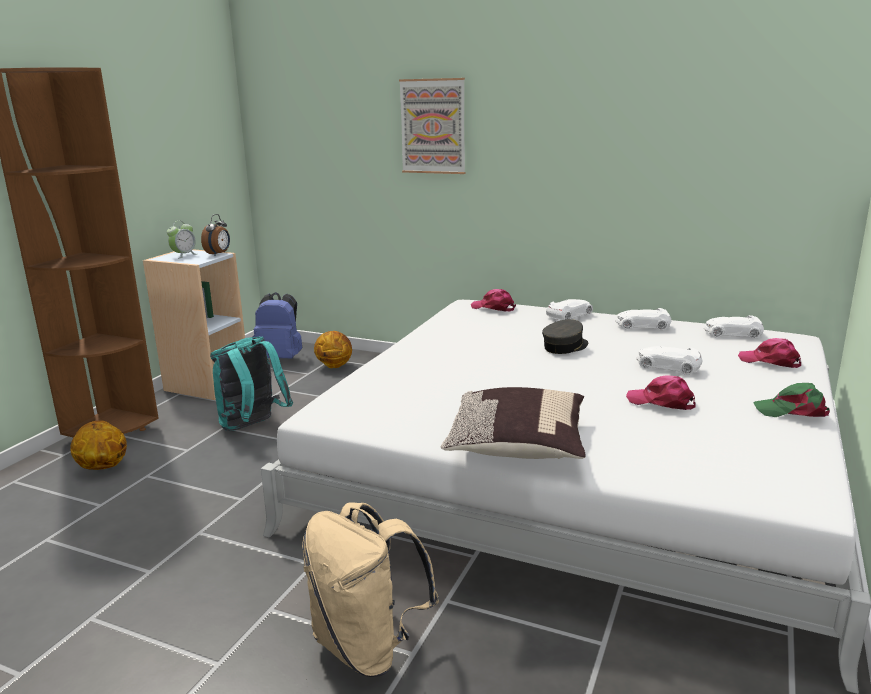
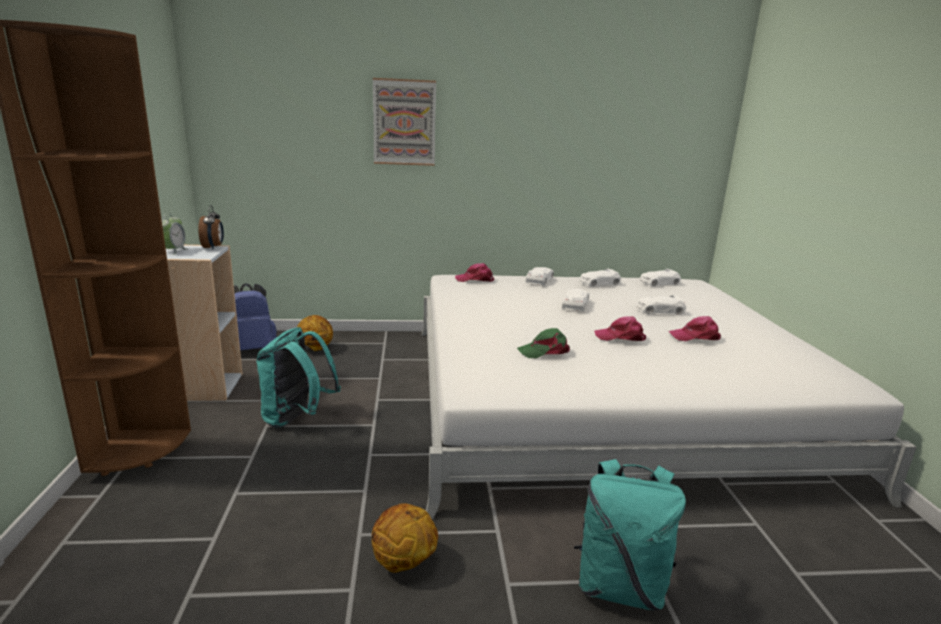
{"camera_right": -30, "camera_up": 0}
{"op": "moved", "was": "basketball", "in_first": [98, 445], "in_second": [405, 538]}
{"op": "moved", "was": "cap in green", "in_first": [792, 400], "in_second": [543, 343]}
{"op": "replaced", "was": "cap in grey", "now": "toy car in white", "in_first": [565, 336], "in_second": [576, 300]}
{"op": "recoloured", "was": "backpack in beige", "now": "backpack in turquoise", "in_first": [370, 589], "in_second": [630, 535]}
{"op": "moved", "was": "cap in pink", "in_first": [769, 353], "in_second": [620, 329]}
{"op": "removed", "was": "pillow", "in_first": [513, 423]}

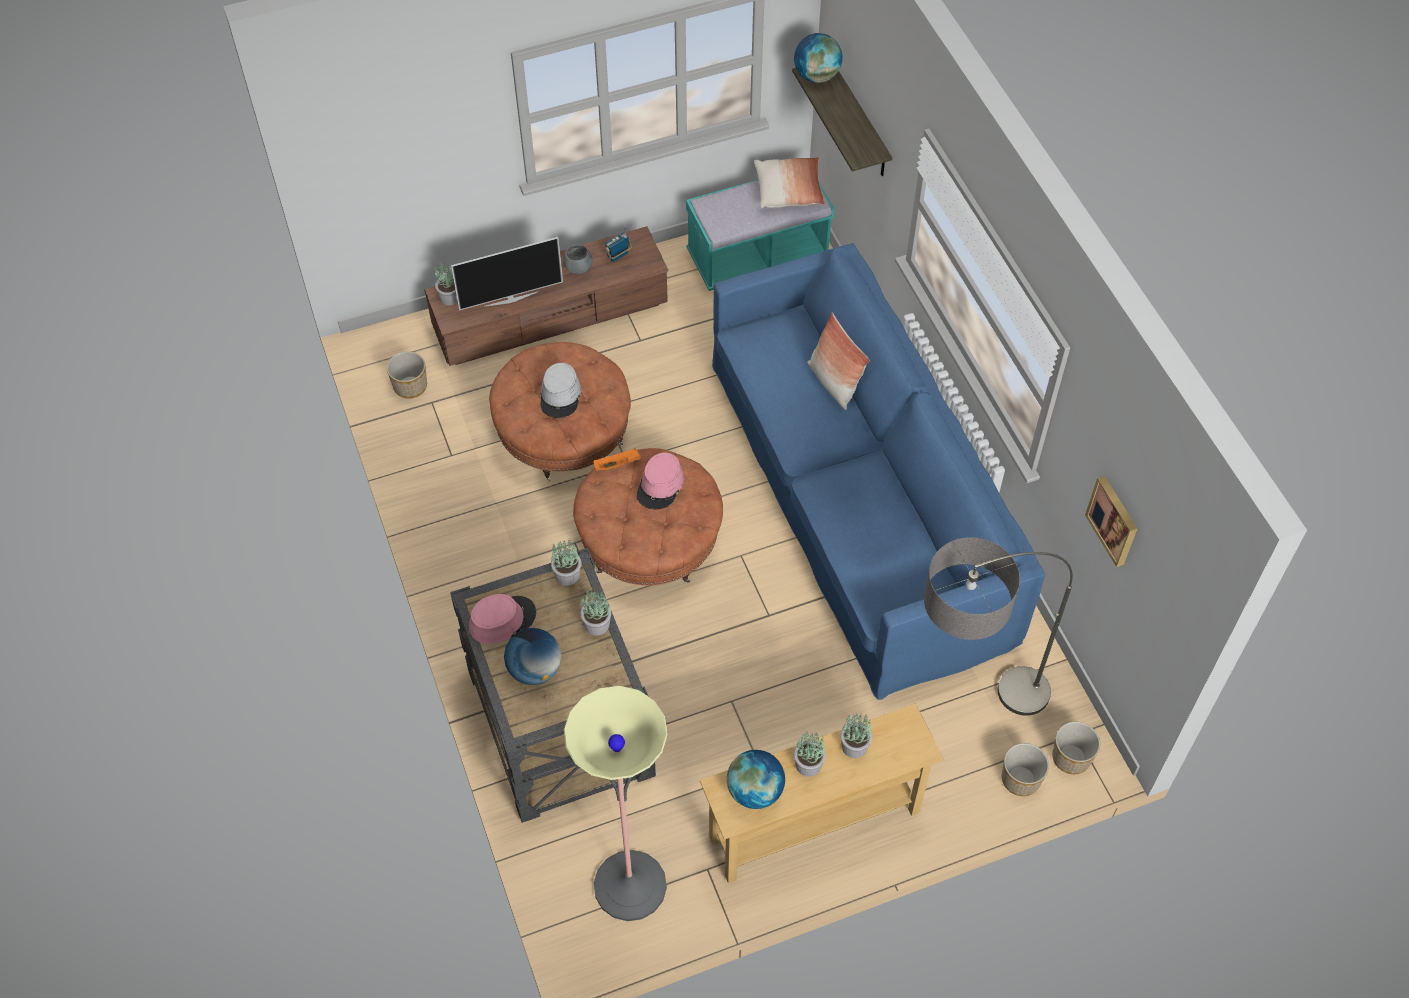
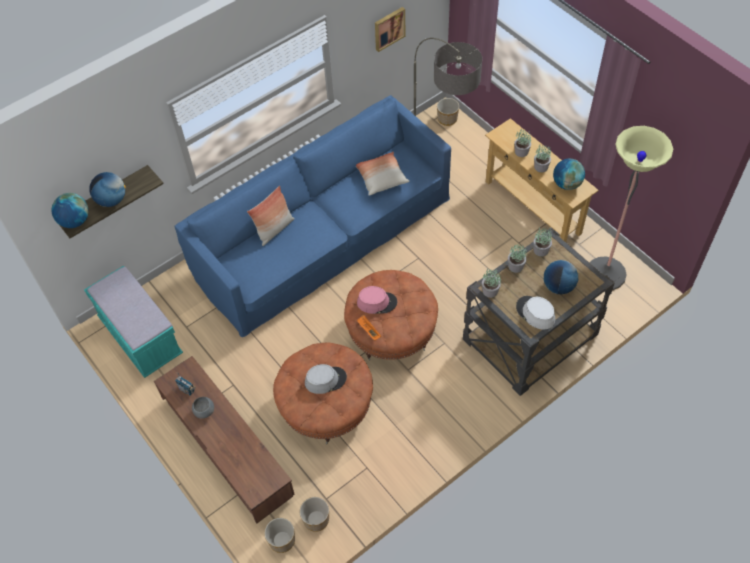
{"camera_right": -105, "camera_up": 0}
{"op": "added", "now": "globe", "in_second": [107, 189]}
{"op": "moved", "was": "planter", "in_first": [1025, 769], "in_second": [279, 535]}
{"op": "moved", "was": "pillow", "in_first": [789, 182], "in_second": [382, 174]}
{"op": "recoloured", "was": "hat in pink", "now": "hat in white", "in_first": [502, 619], "in_second": [535, 312]}
{"op": "moved", "was": "potted plant", "in_first": [446, 284], "in_second": [542, 242]}
{"op": "removed", "was": "television", "in_first": [507, 273]}

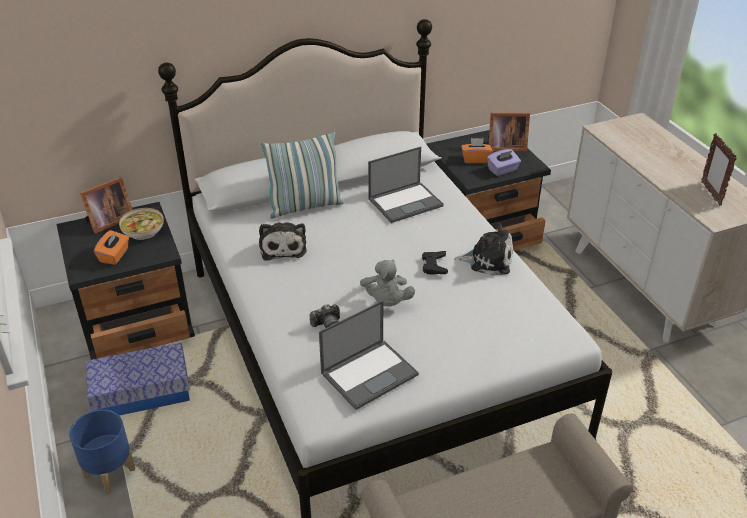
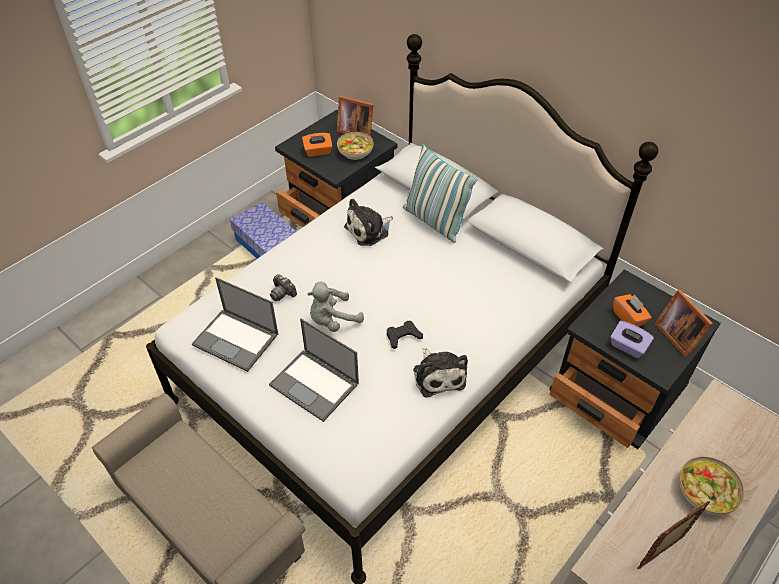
{"camera_right": 65, "camera_up": 10}
{"op": "moved", "was": "laptop", "in_first": [406, 185], "in_second": [314, 370]}
{"op": "added", "now": "bowl", "in_second": [711, 486]}
{"op": "removed", "was": "planter in blue", "in_first": [102, 451]}

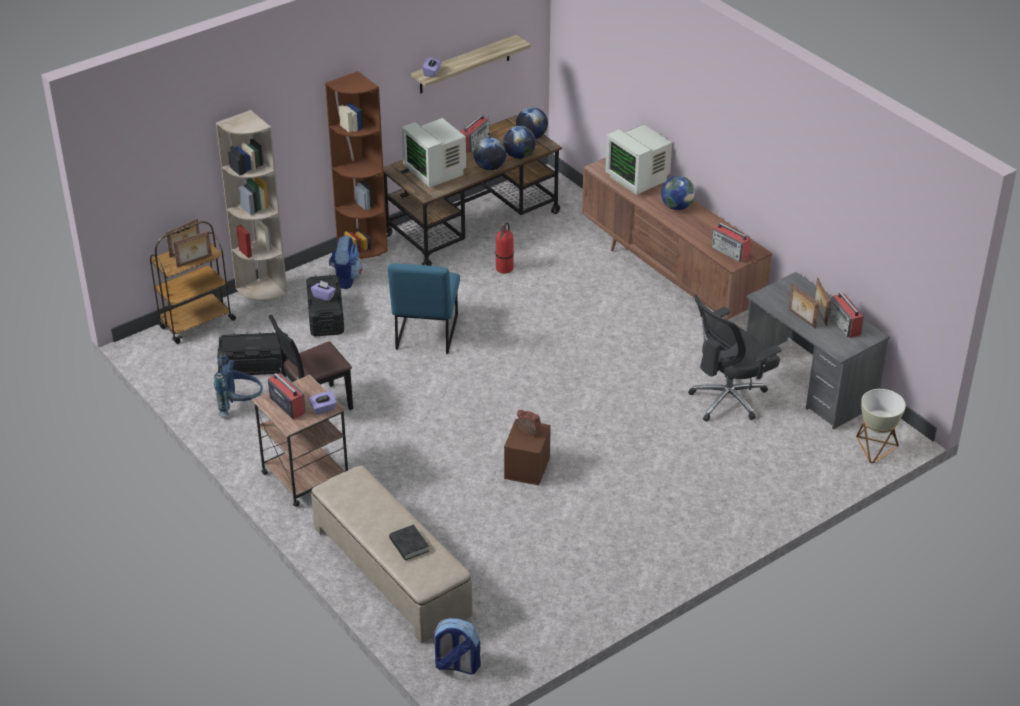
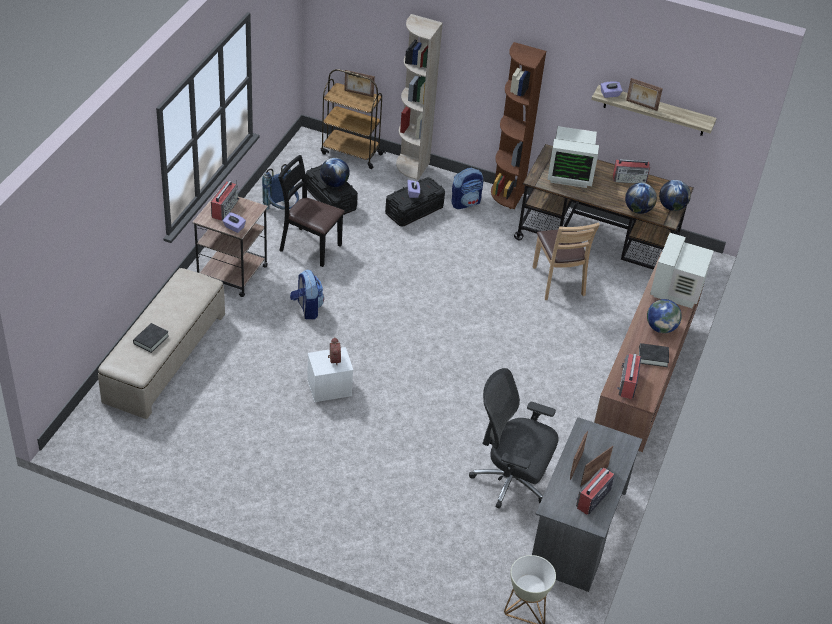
{"camera_right": 55, "camera_up": 5}
{"op": "moved", "was": "backpack", "in_first": [457, 646], "in_second": [307, 294]}
{"op": "recoloured", "was": "storage box in brown", "now": "storage box in white", "in_first": [527, 452], "in_second": [330, 374]}
{"op": "moved", "was": "globe", "in_first": [490, 153], "in_second": [335, 172]}
{"op": "replaced", "was": "fire extinguisher", "now": "chair in brown", "in_first": [504, 248], "in_second": [566, 261]}
{"op": "turned", "was": "monitor", "in_first": [434, 152], "in_second": [573, 157], "clockwise": -105}
{"op": "moved", "was": "picture frame", "in_first": [192, 249], "in_second": [644, 94]}
{"op": "added", "now": "book in black", "in_second": [654, 355]}
{"op": "removed", "was": "chair in blue", "in_first": [424, 308]}

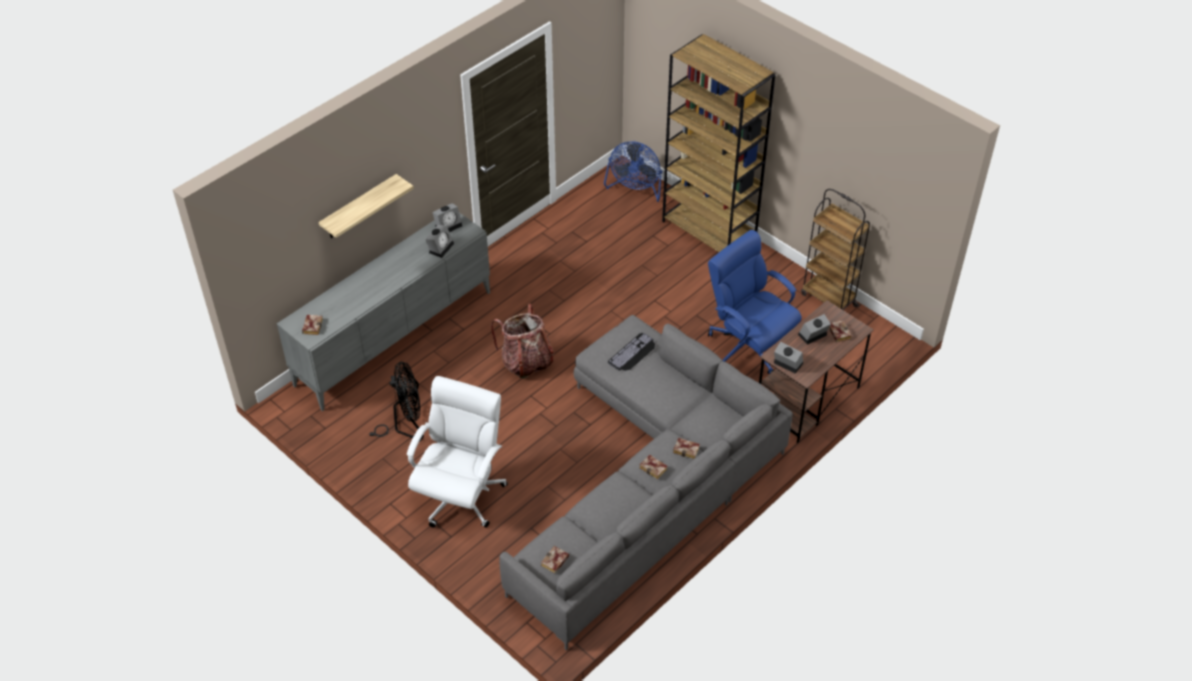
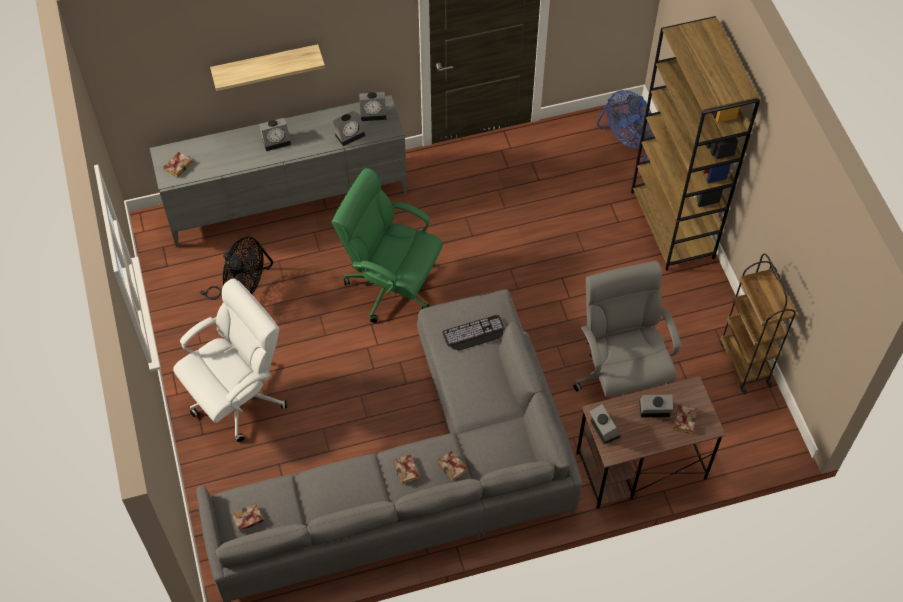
{"camera_right": 30, "camera_up": 10}
{"op": "added", "now": "alarm clock", "in_second": [275, 134]}
{"op": "replaced", "was": "backpack", "now": "office chair in green", "in_first": [522, 341], "in_second": [387, 245]}
{"op": "recoloured", "was": "office chair in blue", "now": "office chair in grey", "in_first": [755, 302], "in_second": [627, 329]}

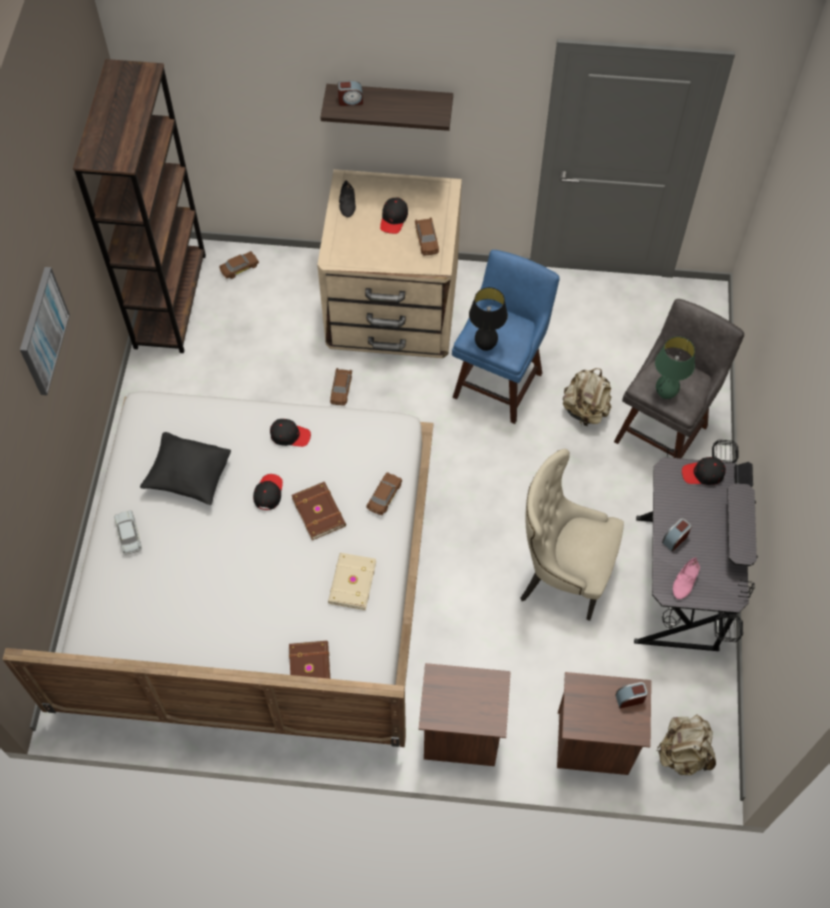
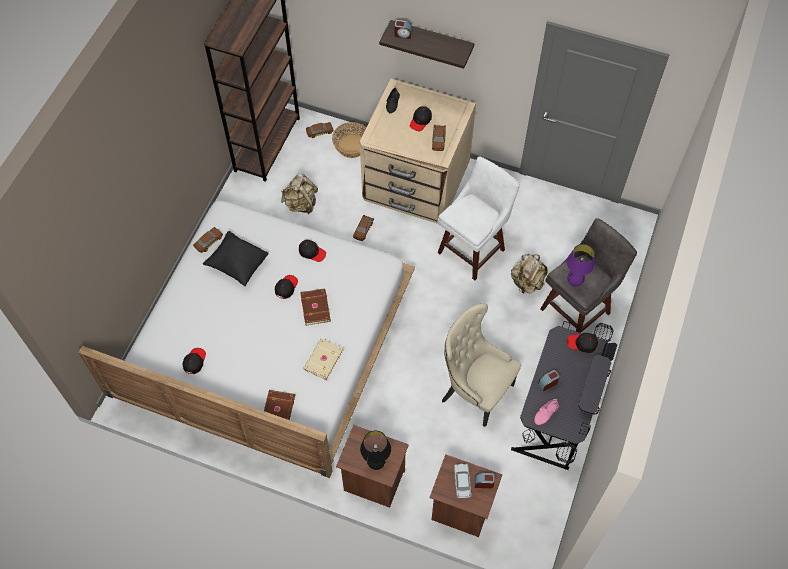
{"camera_right": 15, "camera_up": 0}
{"op": "added", "now": "cap in black", "in_second": [194, 361]}
{"op": "moved", "was": "toy car in brown", "in_first": [384, 494], "in_second": [208, 240]}
{"op": "moved", "was": "backpack in beige", "in_first": [686, 744], "in_second": [299, 194]}
{"op": "added", "now": "basket", "in_second": [349, 140]}
{"op": "moved", "was": "table lamp in black", "in_first": [488, 319], "in_second": [375, 450]}
{"op": "recoloured", "was": "stool in blue", "now": "stool in white", "in_first": [506, 337], "in_second": [478, 218]}
{"op": "moved", "was": "toy car in white", "in_first": [128, 532], "in_second": [462, 481]}
{"op": "recoloured", "was": "table lamp in green", "now": "table lamp in purple", "in_first": [675, 367], "in_second": [581, 265]}
{"op": "removed", "was": "picture", "in_first": [45, 331]}

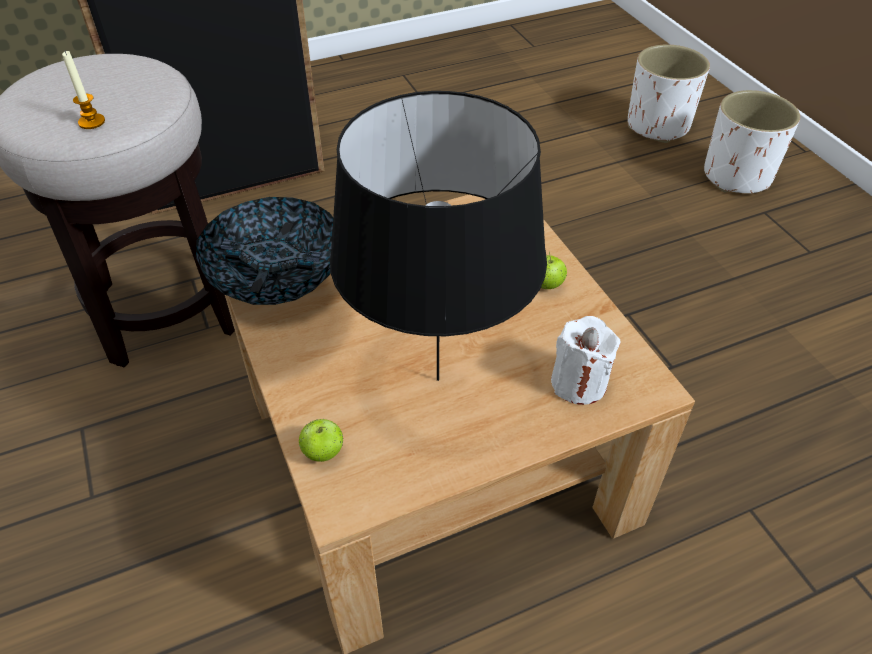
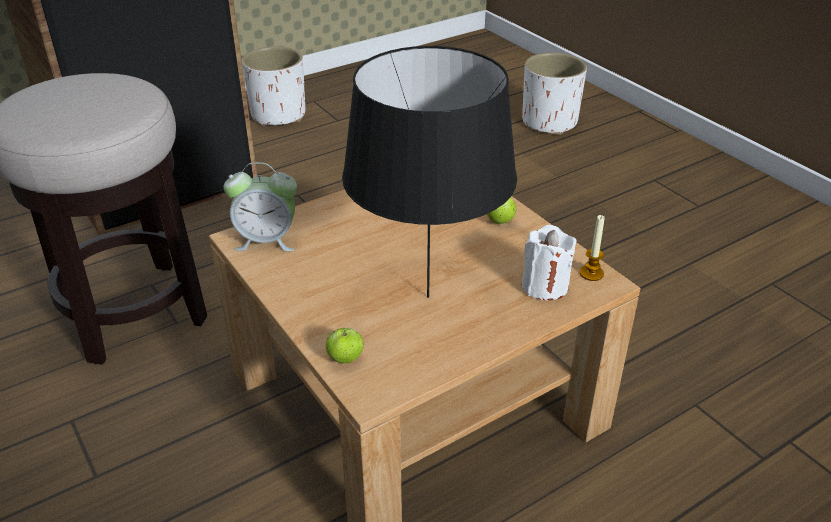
{"camera_right": -10, "camera_up": -10}
{"op": "replaced", "was": "bowl", "now": "alarm clock", "in_first": [264, 251], "in_second": [260, 206]}
{"op": "moved", "was": "planter in white", "in_first": [752, 141], "in_second": [273, 86]}
{"op": "moved", "was": "candle", "in_first": [83, 90], "in_second": [592, 248]}

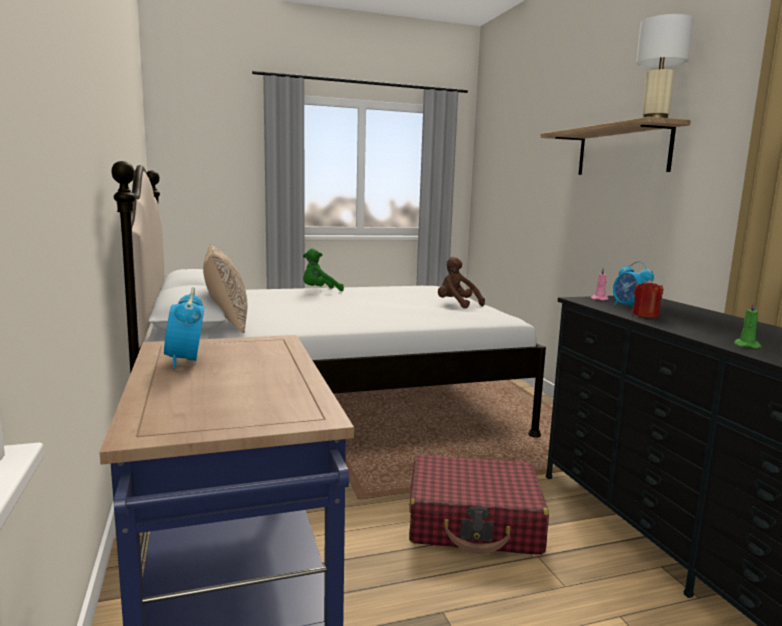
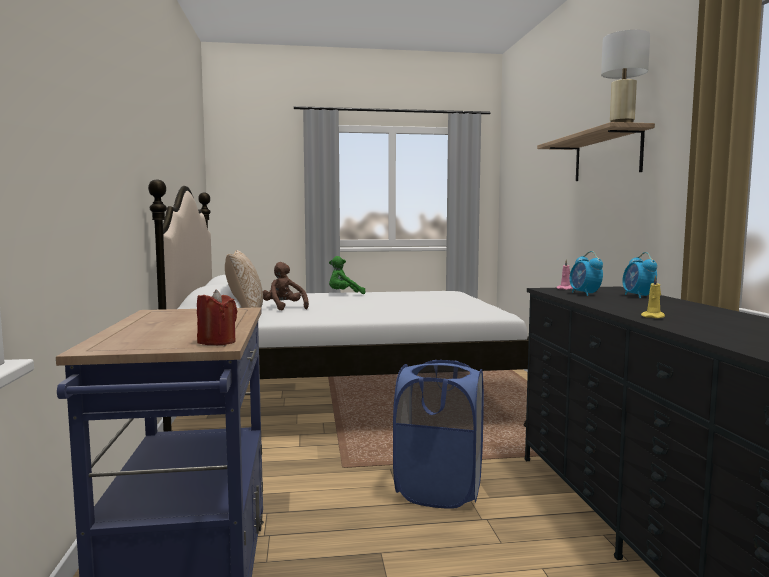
{"camera_right": 10, "camera_up": -5}
{"op": "moved", "was": "candle in red", "in_first": [648, 298], "in_second": [217, 317]}
{"op": "moved", "was": "plush toy in brown", "in_first": [461, 282], "in_second": [286, 286]}
{"op": "replaced", "was": "suitcase in red", "now": "laundry basket in blue", "in_first": [479, 505], "in_second": [438, 434]}
{"op": "moved", "was": "alarm clock", "in_first": [184, 328], "in_second": [639, 275]}
{"op": "recoloured", "was": "candle in green", "now": "candle in yellow", "in_first": [747, 325], "in_second": [653, 296]}

